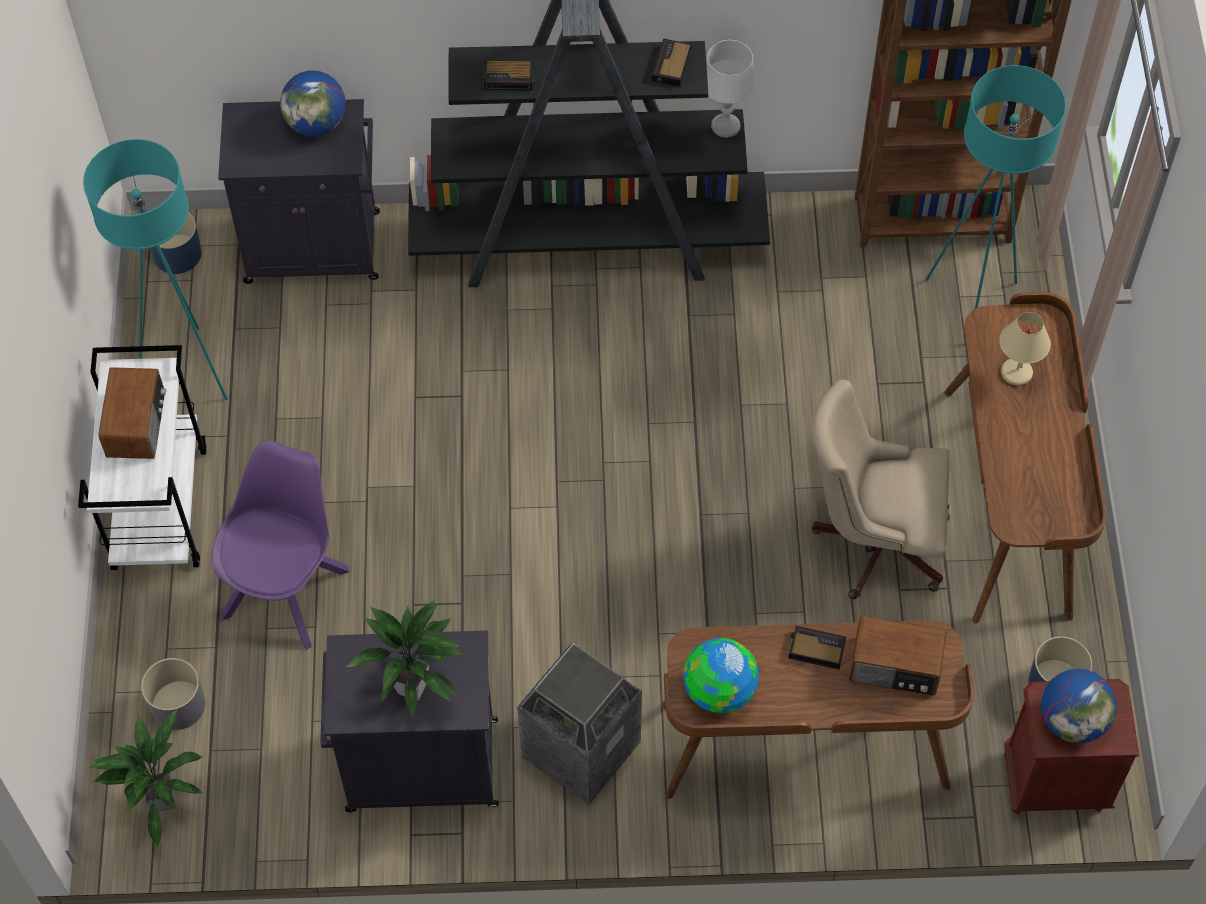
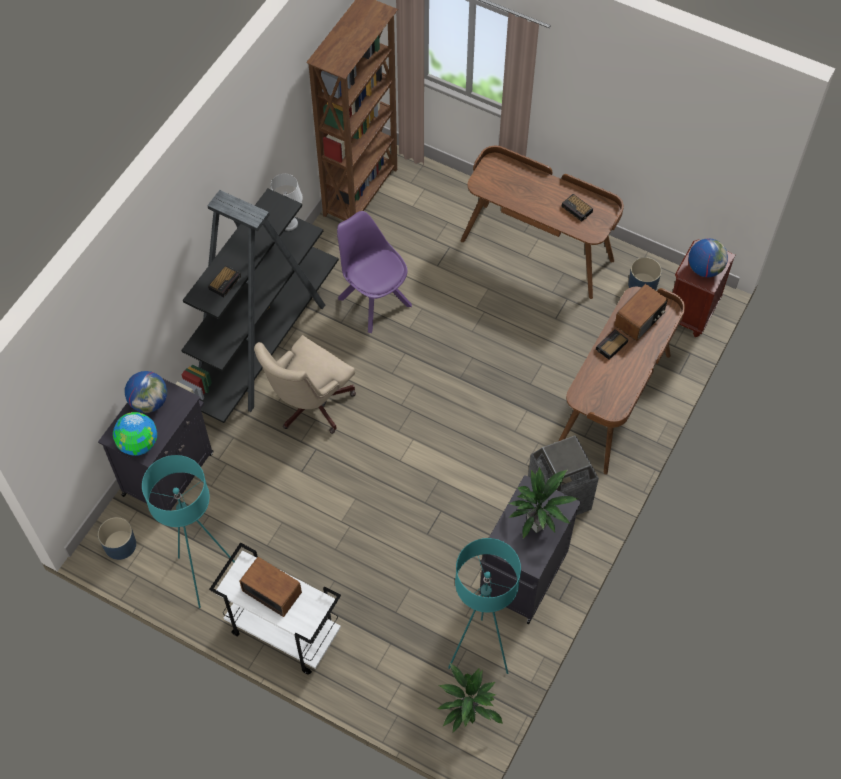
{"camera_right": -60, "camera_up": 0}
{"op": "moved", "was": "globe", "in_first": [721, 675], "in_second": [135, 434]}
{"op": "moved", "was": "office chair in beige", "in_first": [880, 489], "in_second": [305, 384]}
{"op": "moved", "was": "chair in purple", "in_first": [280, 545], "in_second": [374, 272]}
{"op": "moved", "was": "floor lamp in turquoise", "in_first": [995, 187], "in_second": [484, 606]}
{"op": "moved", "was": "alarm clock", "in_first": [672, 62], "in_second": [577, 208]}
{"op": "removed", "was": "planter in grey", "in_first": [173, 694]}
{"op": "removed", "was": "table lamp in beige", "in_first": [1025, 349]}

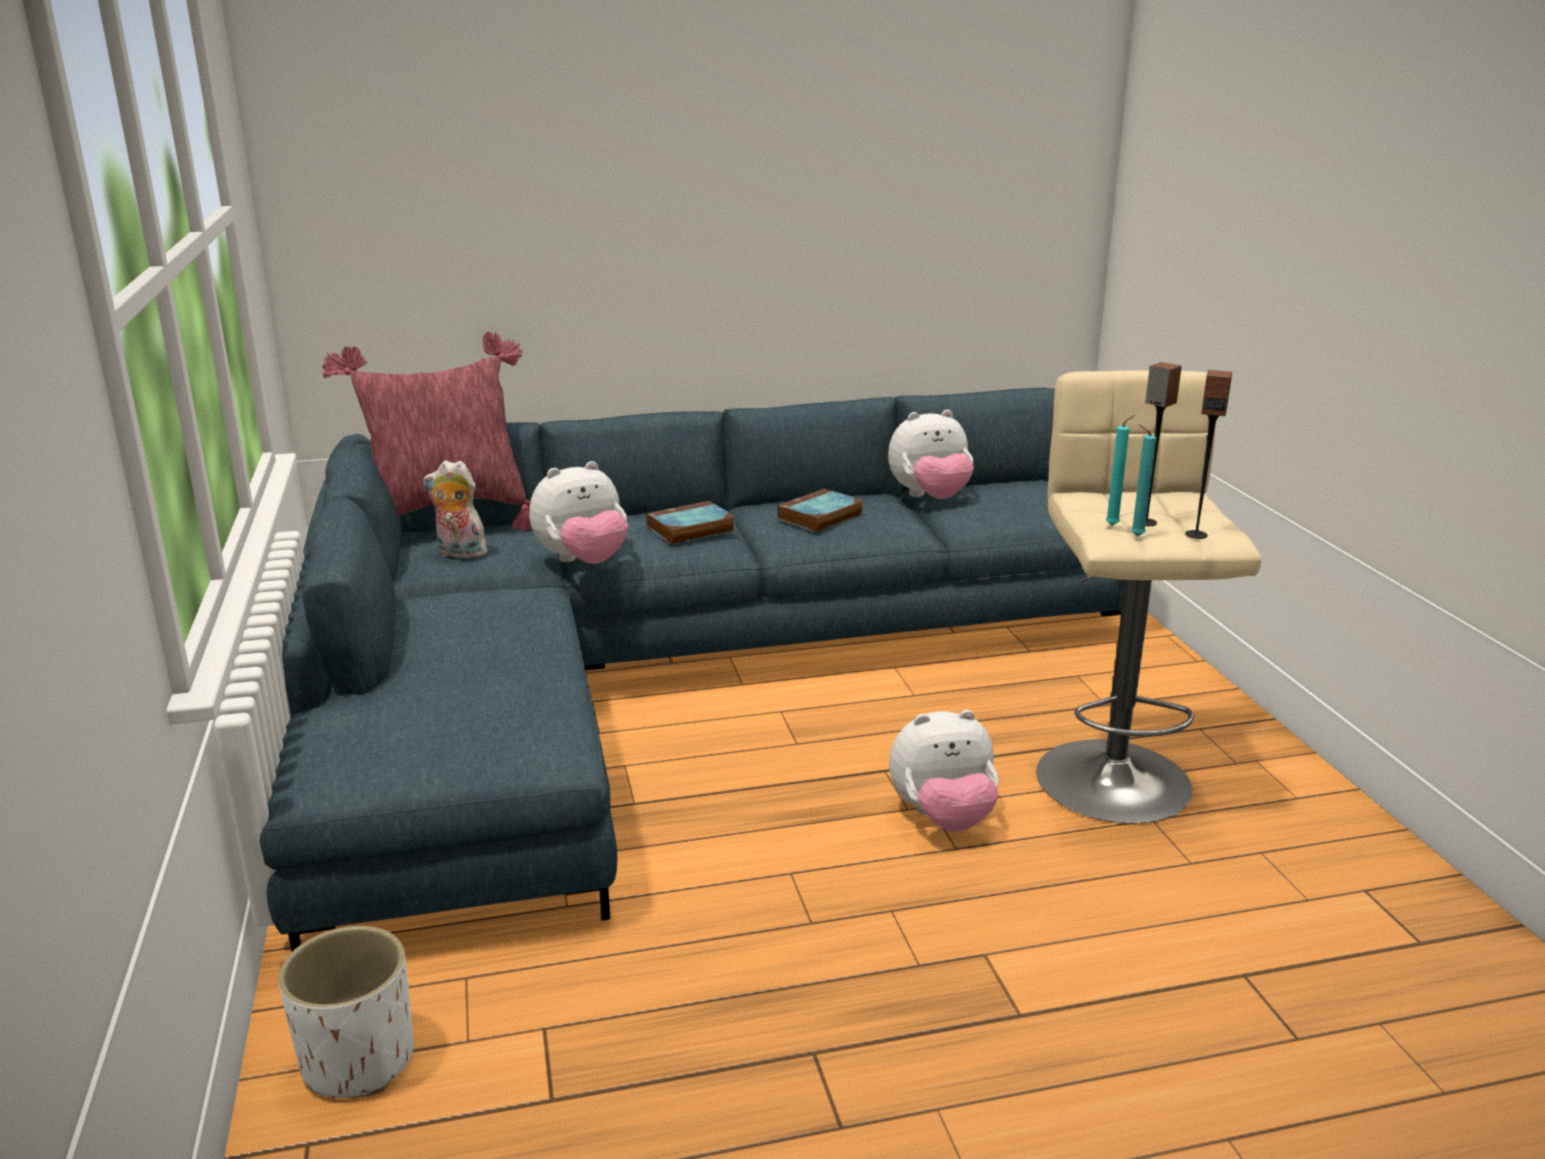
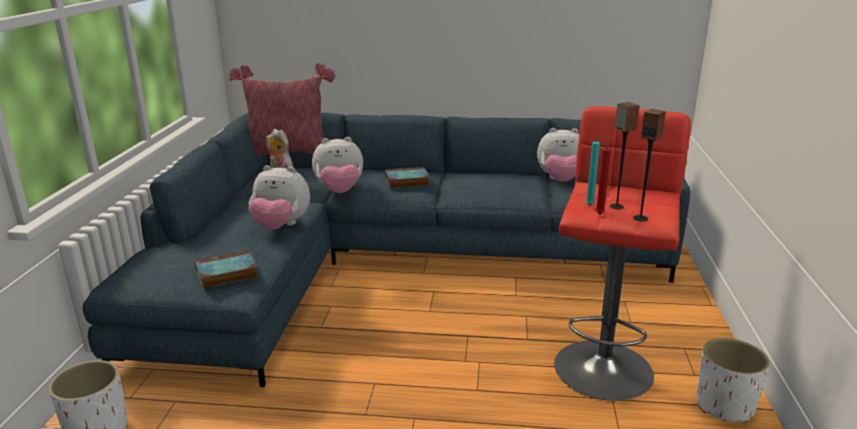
{"camera_right": 20, "camera_up": 0}
{"op": "moved", "was": "book", "in_first": [820, 510], "in_second": [227, 269]}
{"op": "moved", "was": "plush toy", "in_first": [944, 771], "in_second": [279, 197]}
{"op": "recoloured", "was": "stool in beige", "now": "stool in red", "in_first": [1148, 597], "in_second": [622, 253]}
{"op": "recoloured", "was": "candle in turquoise", "now": "candle in red", "in_first": [1143, 480], "in_second": [603, 177]}
{"op": "added", "now": "planter in white", "in_second": [732, 381]}

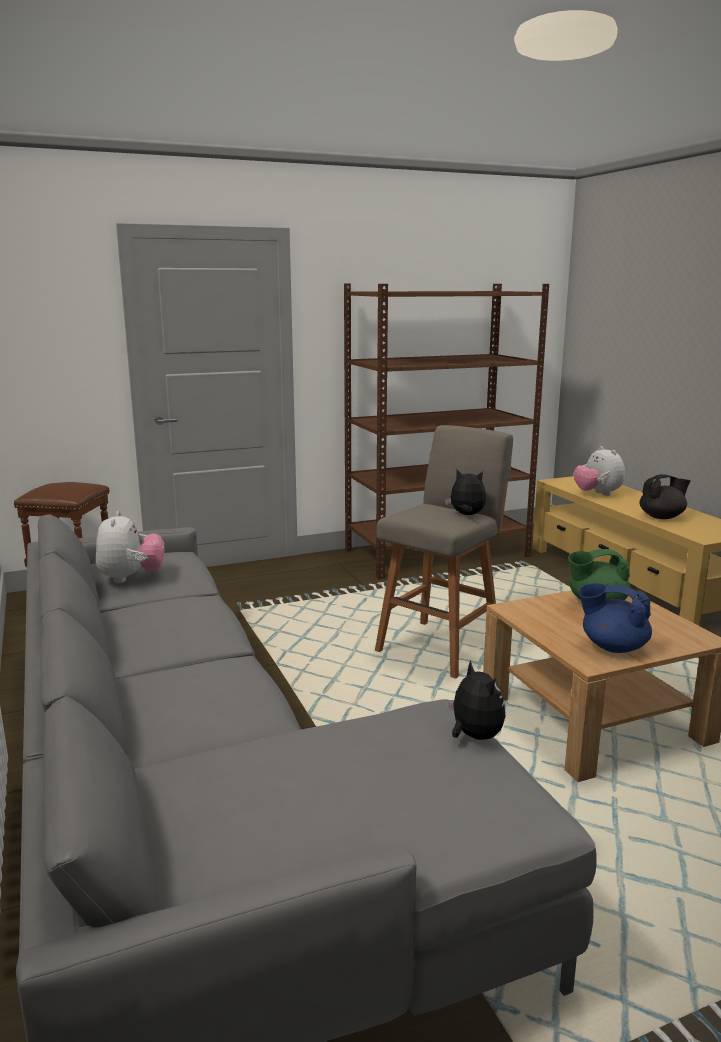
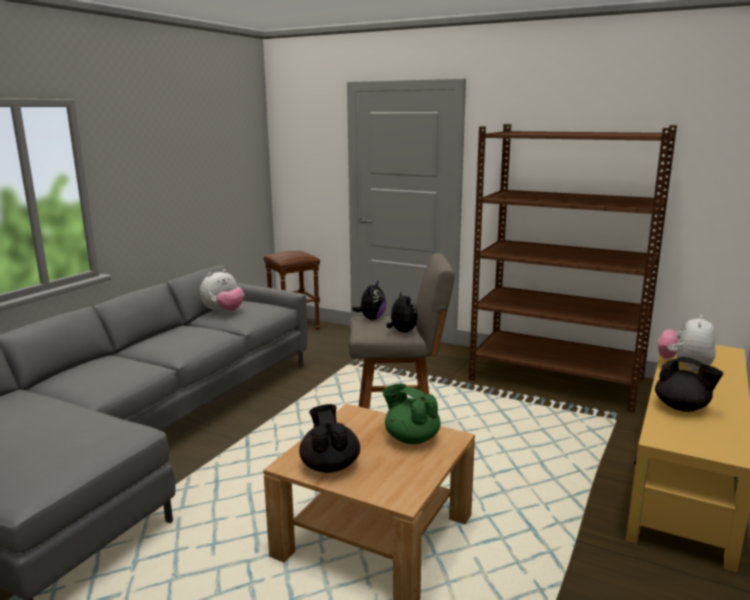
{"camera_right": 50, "camera_up": 0}
{"op": "recoloured", "was": "teapot in blue", "now": "teapot in black", "in_first": [615, 618], "in_second": [329, 438]}
{"op": "moved", "was": "plush toy", "in_first": [475, 700], "in_second": [369, 300]}

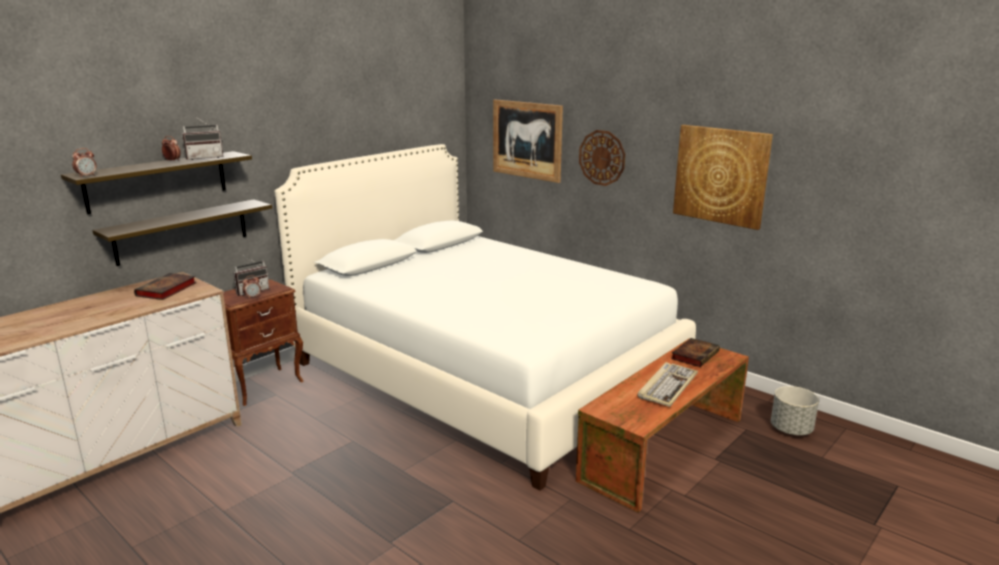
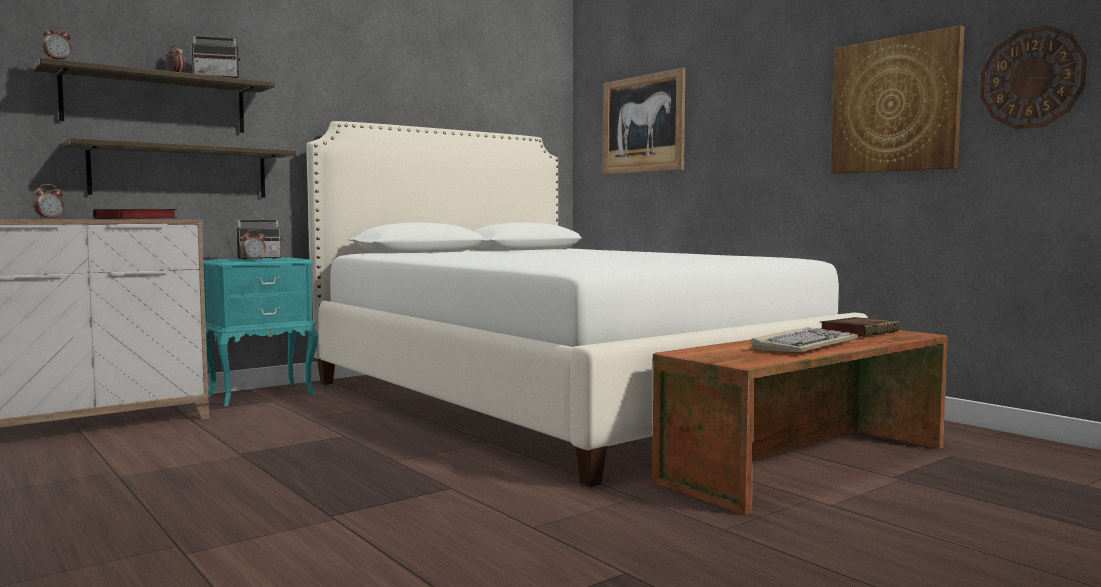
{"camera_right": 10, "camera_up": -15}
{"op": "added", "now": "alarm clock", "in_second": [48, 201]}
{"op": "recoloured", "was": "nightstand in brown", "now": "nightstand in turquoise", "in_first": [263, 342], "in_second": [260, 331]}
{"op": "moved", "was": "wall clock", "in_first": [602, 158], "in_second": [1034, 77]}
{"op": "removed", "was": "planter in grey", "in_first": [795, 410]}

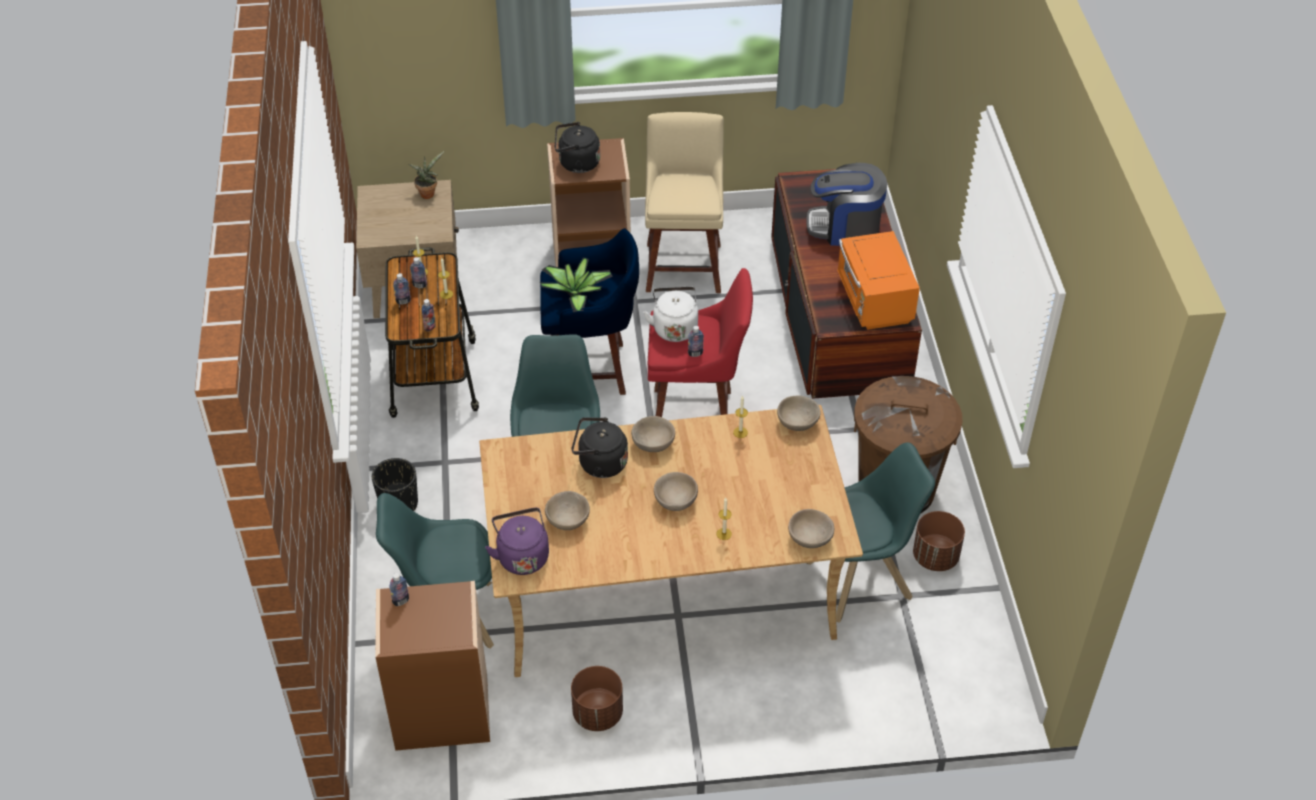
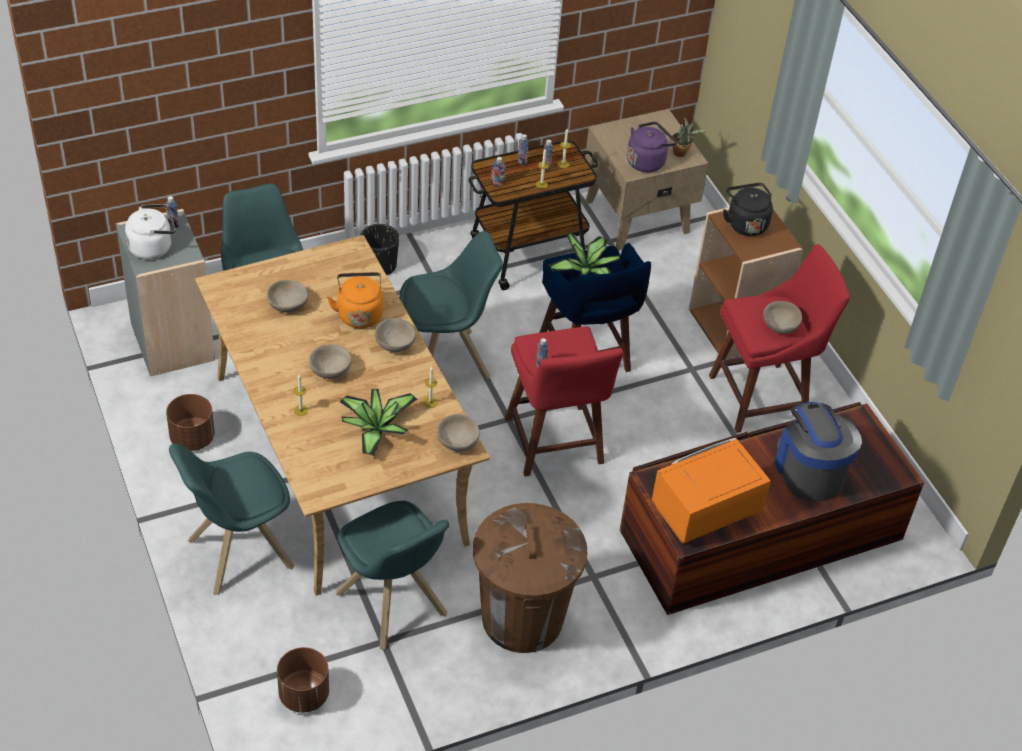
{"camera_right": 70, "camera_up": 0}
{"op": "recoloured", "was": "bookcase in brown", "now": "bookcase in grey", "in_first": [432, 666], "in_second": [165, 293]}
{"op": "moved", "was": "kettle in white", "in_first": [670, 314], "in_second": [150, 231]}
{"op": "added", "now": "chair in turquoise", "in_second": [231, 519]}
{"op": "moved", "was": "planter in brown", "in_first": [939, 541], "in_second": [303, 680]}
{"op": "recoloured", "was": "kettle in black", "now": "kettle in orange", "in_first": [600, 447], "in_second": [355, 300]}
{"op": "added", "now": "potted plant", "in_second": [378, 422]}
{"op": "moved", "was": "kettle in purple", "in_first": [517, 541], "in_second": [652, 147]}
{"op": "recoloured", "was": "stool in beige", "now": "stool in red", "in_first": [684, 202], "in_second": [779, 338]}
{"op": "moved", "was": "bowl in beige", "in_first": [811, 528], "in_second": [782, 317]}

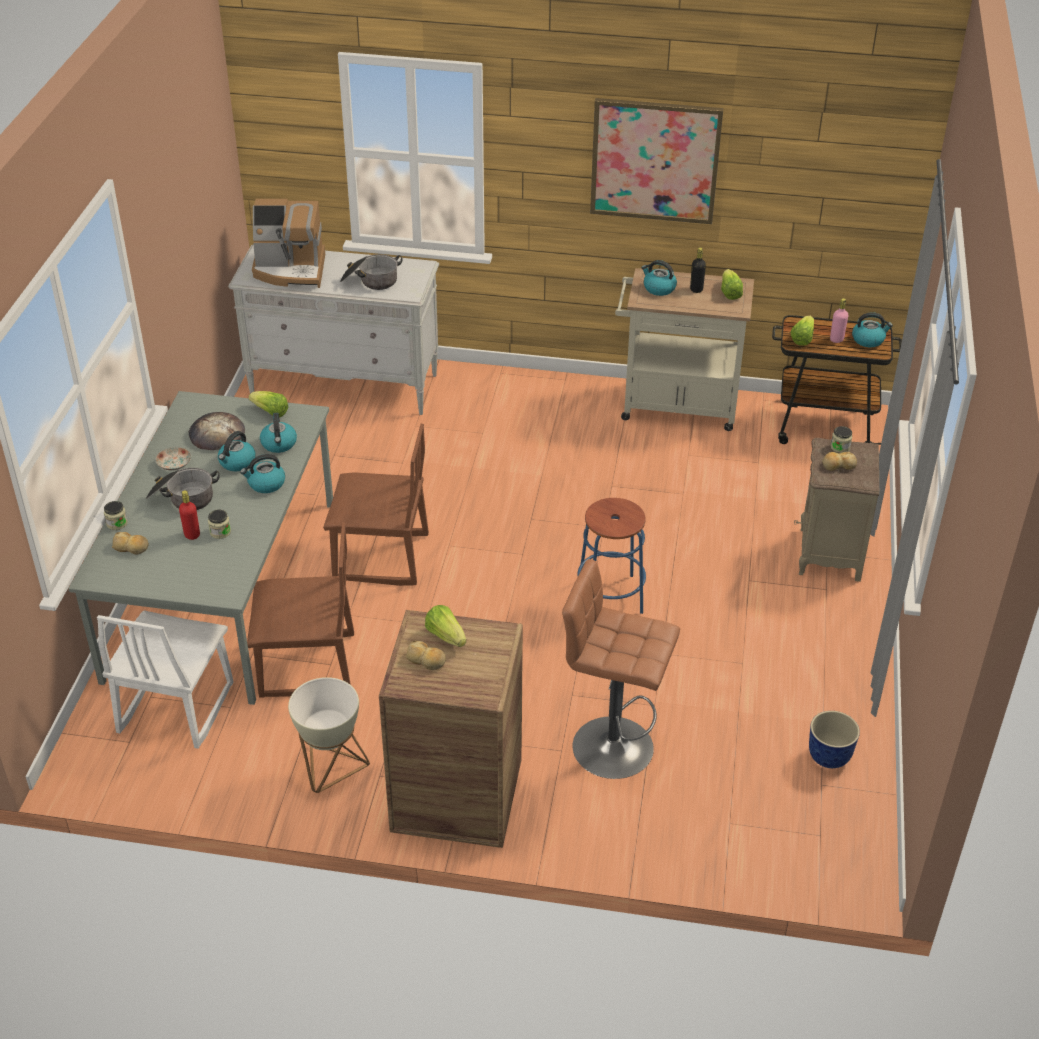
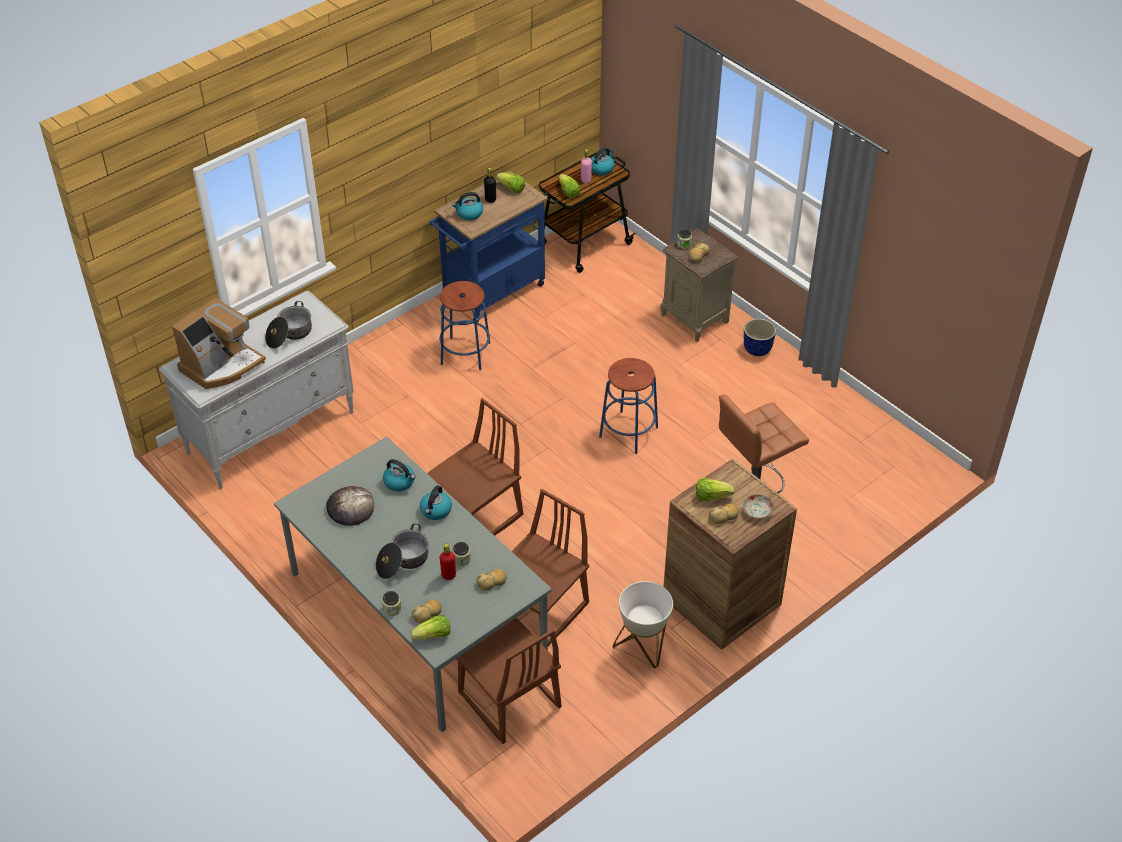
{"camera_right": -50, "camera_up": 5}
{"op": "moved", "was": "lettuce", "in_first": [268, 404], "in_second": [431, 627]}
{"op": "recoloured", "was": "cart in beige", "now": "cart in blue", "in_first": [684, 349], "in_second": [488, 246]}
{"op": "added", "now": "stool in blue", "in_second": [465, 325]}
{"op": "recoloured", "was": "chair in white", "now": "chair in brown", "in_first": [165, 679], "in_second": [509, 681]}
{"op": "added", "now": "bread", "in_second": [491, 579]}
{"op": "moved", "was": "plate", "in_first": [173, 459], "in_second": [758, 506]}
{"op": "moved", "was": "planter", "in_first": [834, 739], "in_second": [760, 337]}
{"op": "removed", "was": "kettle", "in_first": [236, 451]}
{"op": "removed", "was": "picture", "in_first": [656, 161]}

